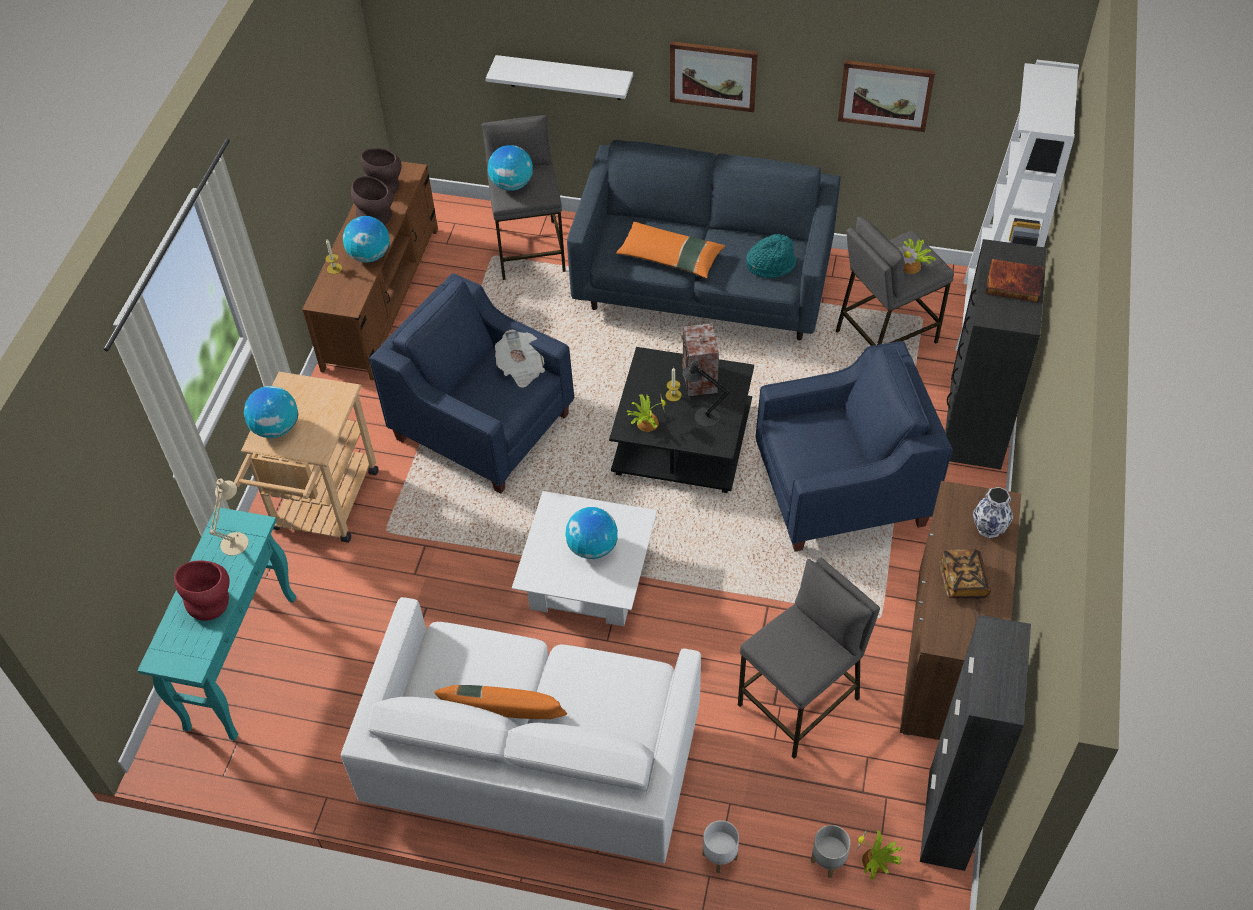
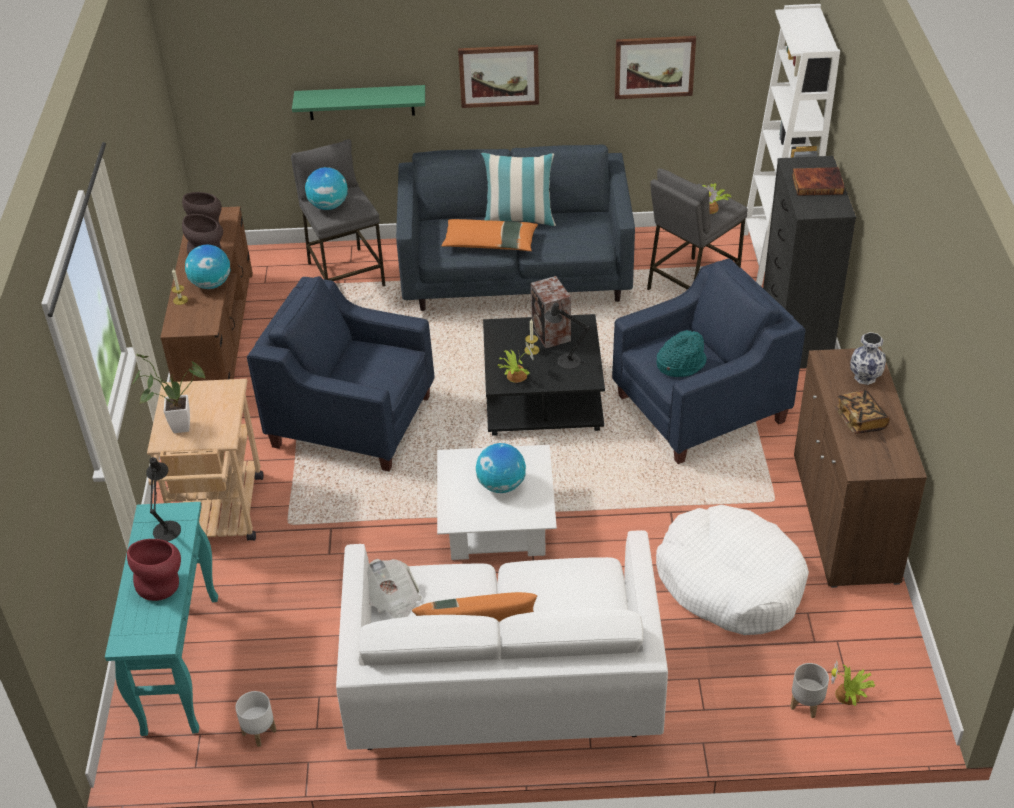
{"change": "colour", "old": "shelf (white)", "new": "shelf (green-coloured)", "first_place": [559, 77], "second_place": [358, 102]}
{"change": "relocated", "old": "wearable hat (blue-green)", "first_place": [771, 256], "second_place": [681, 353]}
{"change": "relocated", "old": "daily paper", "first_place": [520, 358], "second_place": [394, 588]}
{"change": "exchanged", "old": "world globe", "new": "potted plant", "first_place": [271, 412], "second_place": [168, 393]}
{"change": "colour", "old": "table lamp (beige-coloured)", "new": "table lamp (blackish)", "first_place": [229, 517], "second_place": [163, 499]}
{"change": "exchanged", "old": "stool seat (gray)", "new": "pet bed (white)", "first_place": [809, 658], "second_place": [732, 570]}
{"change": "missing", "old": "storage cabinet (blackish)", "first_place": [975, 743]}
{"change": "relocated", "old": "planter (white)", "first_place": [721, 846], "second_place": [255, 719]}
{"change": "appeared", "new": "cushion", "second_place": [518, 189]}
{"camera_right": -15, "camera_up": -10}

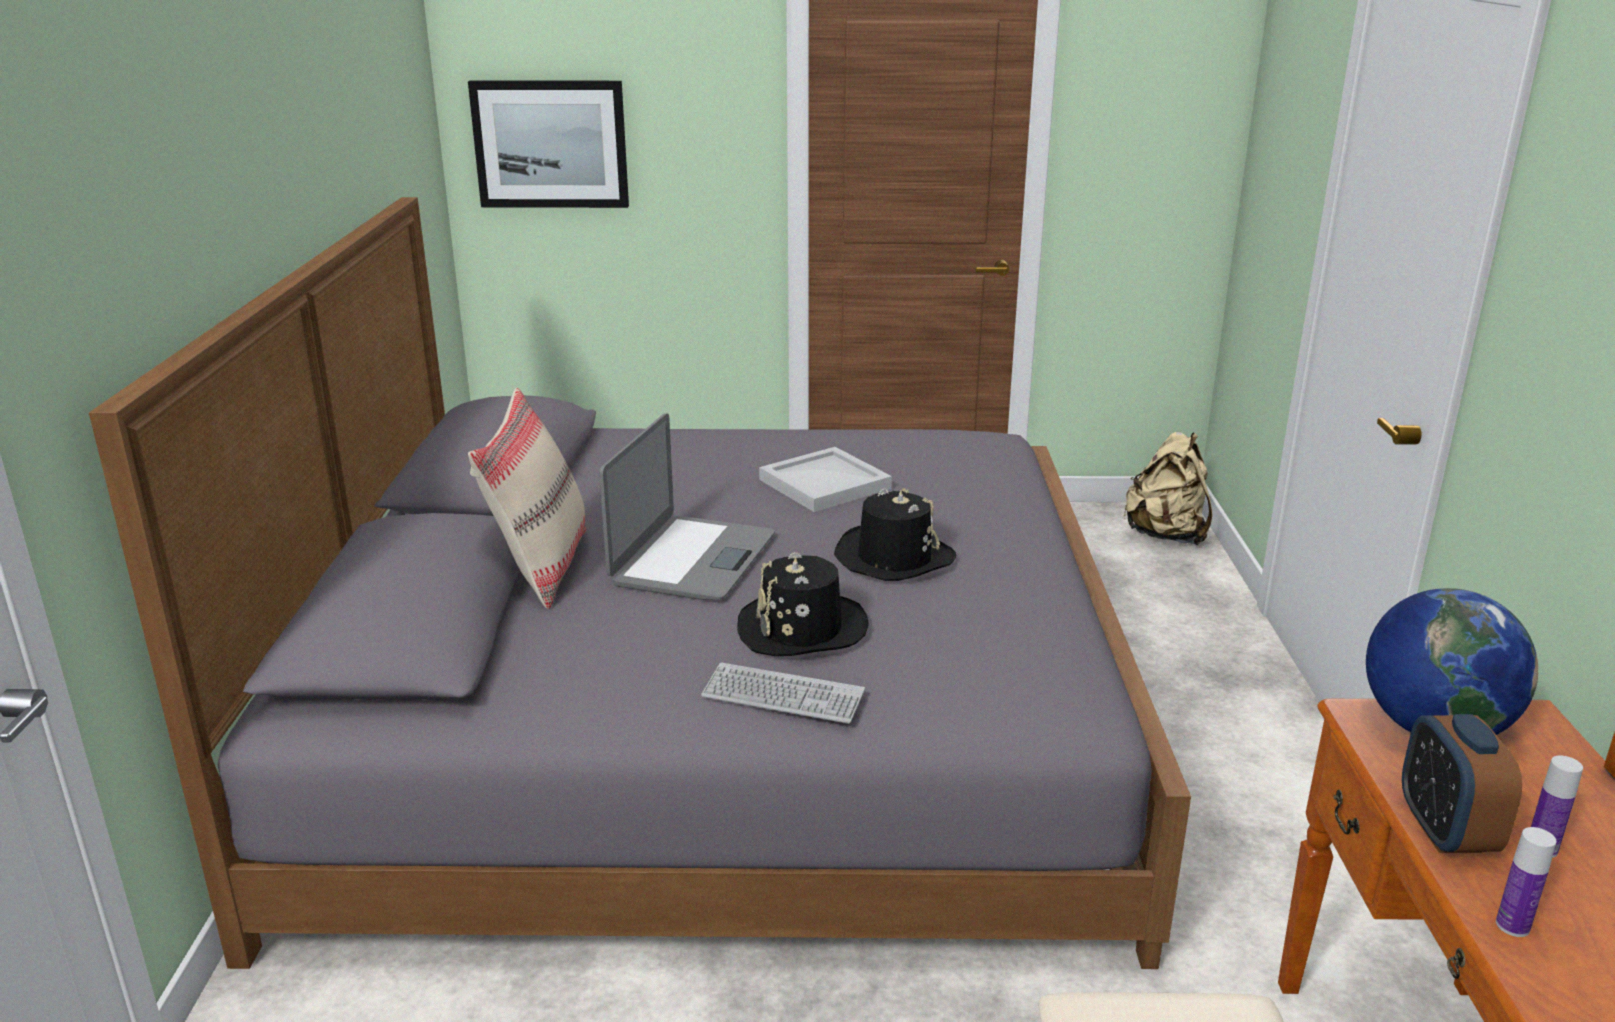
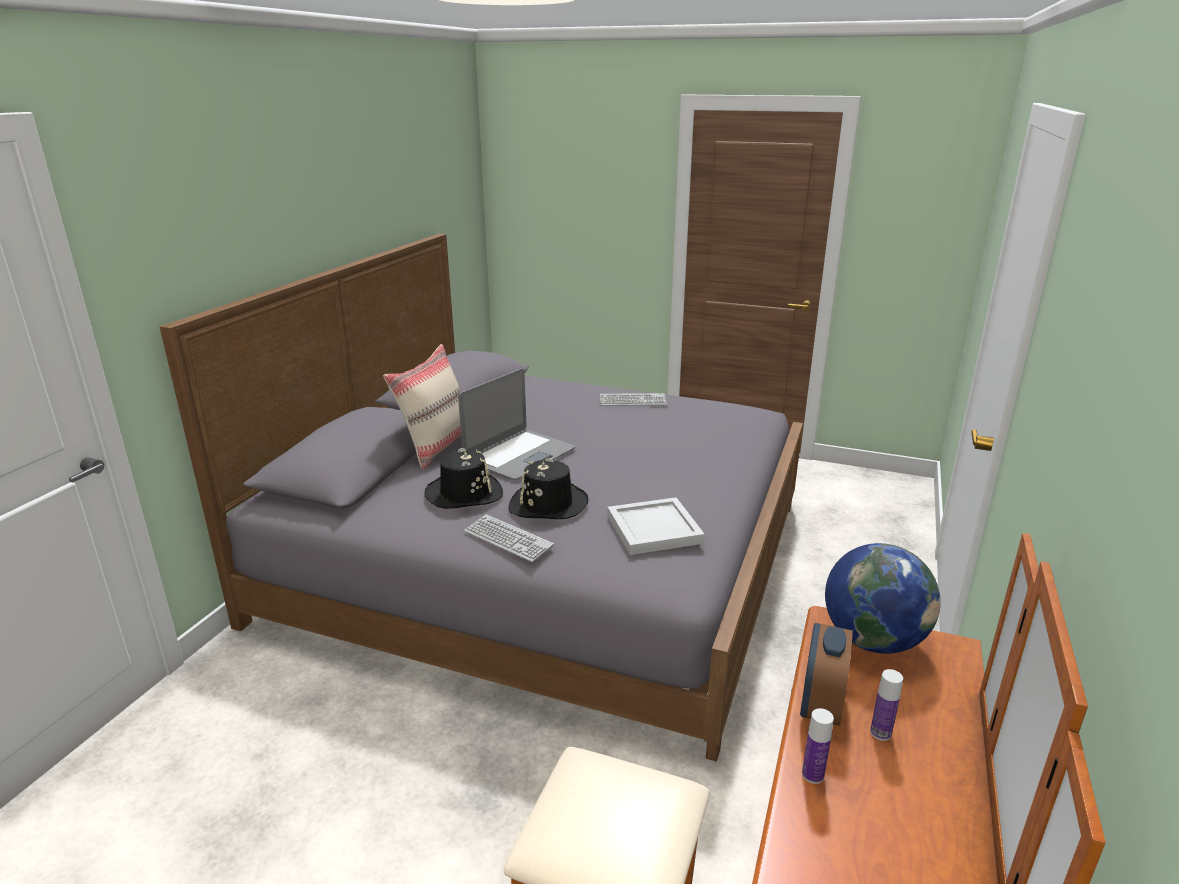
{"change": "missing", "old": "wall art", "first_place": [548, 144]}
{"change": "missing", "old": "knapsack (beige-coloured)", "first_place": [1167, 488]}
{"change": "relocated", "old": "carrying tray (white)", "first_place": [825, 479], "second_place": [656, 526]}
{"change": "relocated", "old": "wearable hat (blackish)", "first_place": [895, 534], "second_place": [464, 478]}
{"change": "appeared", "new": "computer keyboard", "second_place": [633, 399]}
{"camera_right": 20, "camera_up": 0}

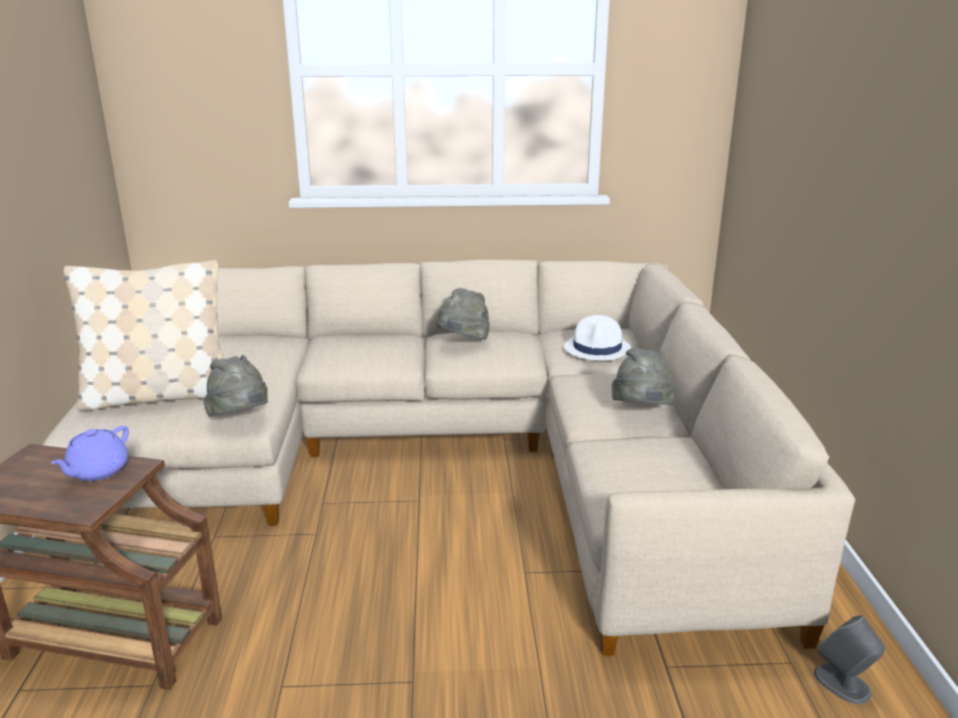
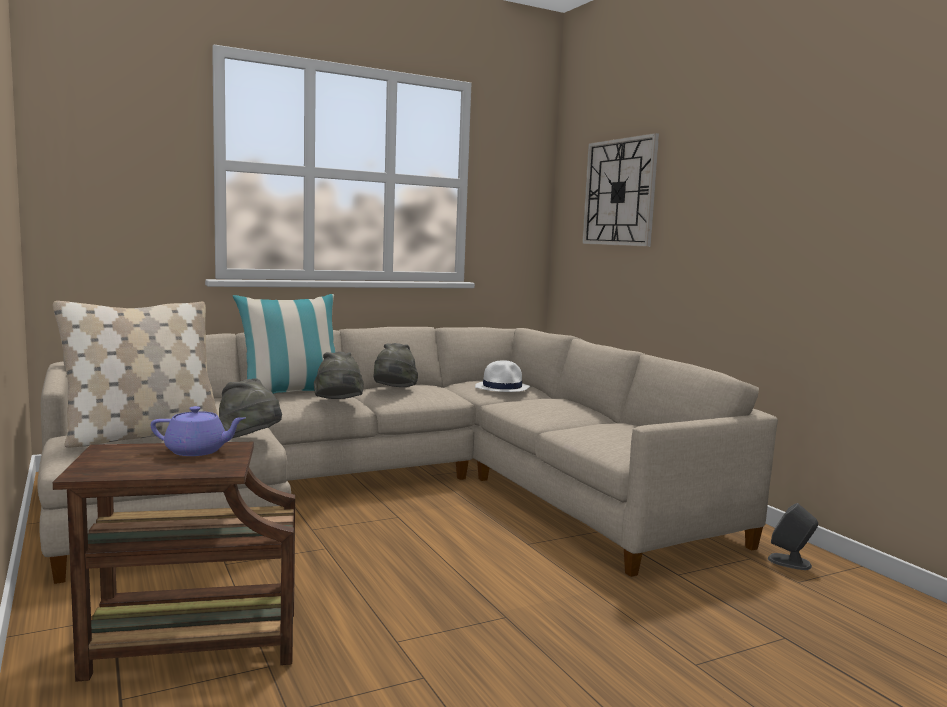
{"change": "relocated", "old": "wearable hat (gray)", "first_place": [643, 376], "second_place": [339, 375]}
{"change": "spun", "old": "pot for tea (purple)", "first_place": [90, 453], "second_place": [198, 431], "degrees": -90}
{"change": "appeared", "new": "clock on the wall", "second_place": [620, 190]}
{"change": "appeared", "new": "cushion", "second_place": [284, 344]}
{"camera_right": -25, "camera_up": -15}

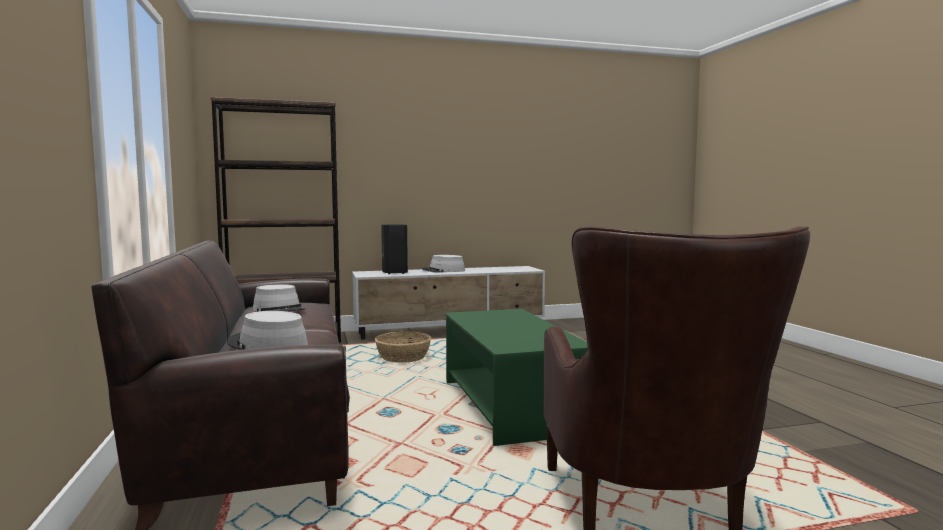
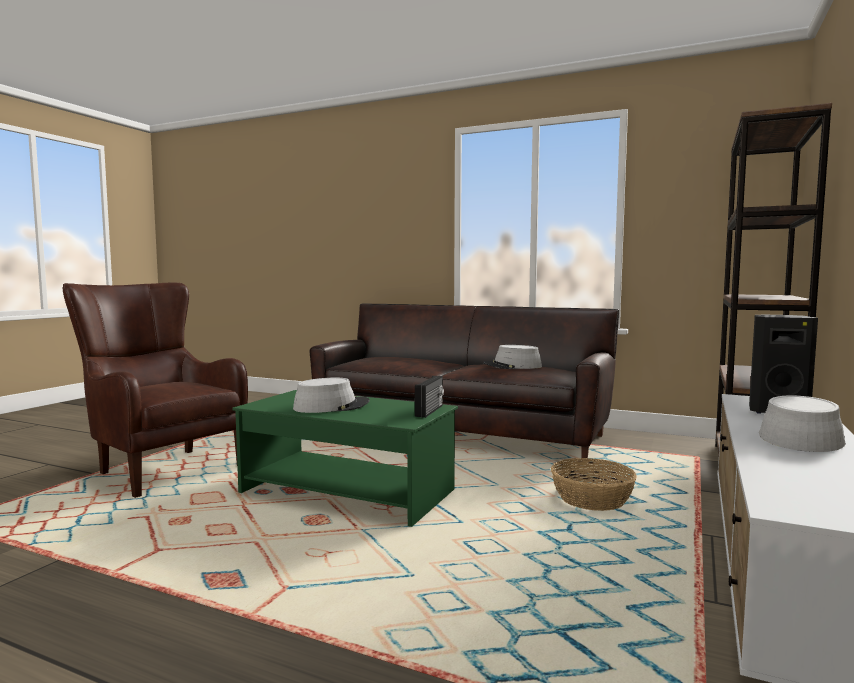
{"change": "relocated", "old": "wearable hat (gray)", "first_place": [267, 330], "second_place": [331, 395]}
{"change": "appeared", "new": "radio receiver", "second_place": [429, 397]}
{"camera_right": 130, "camera_up": 0}

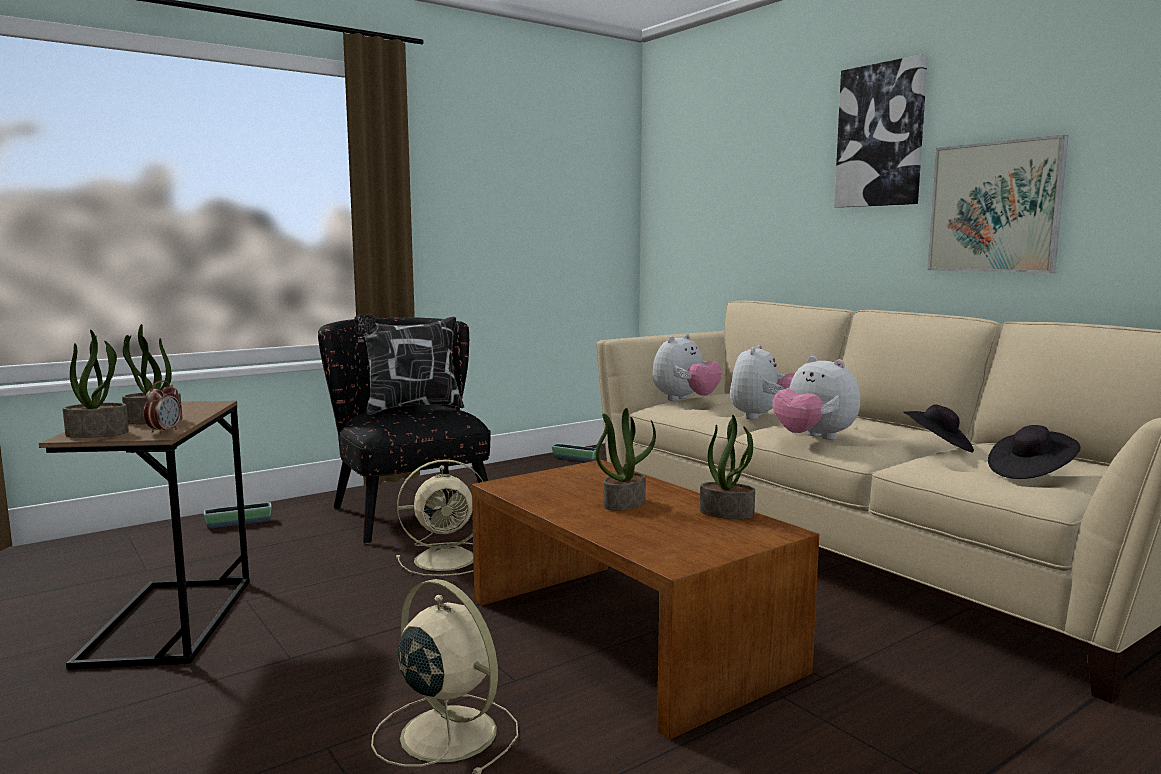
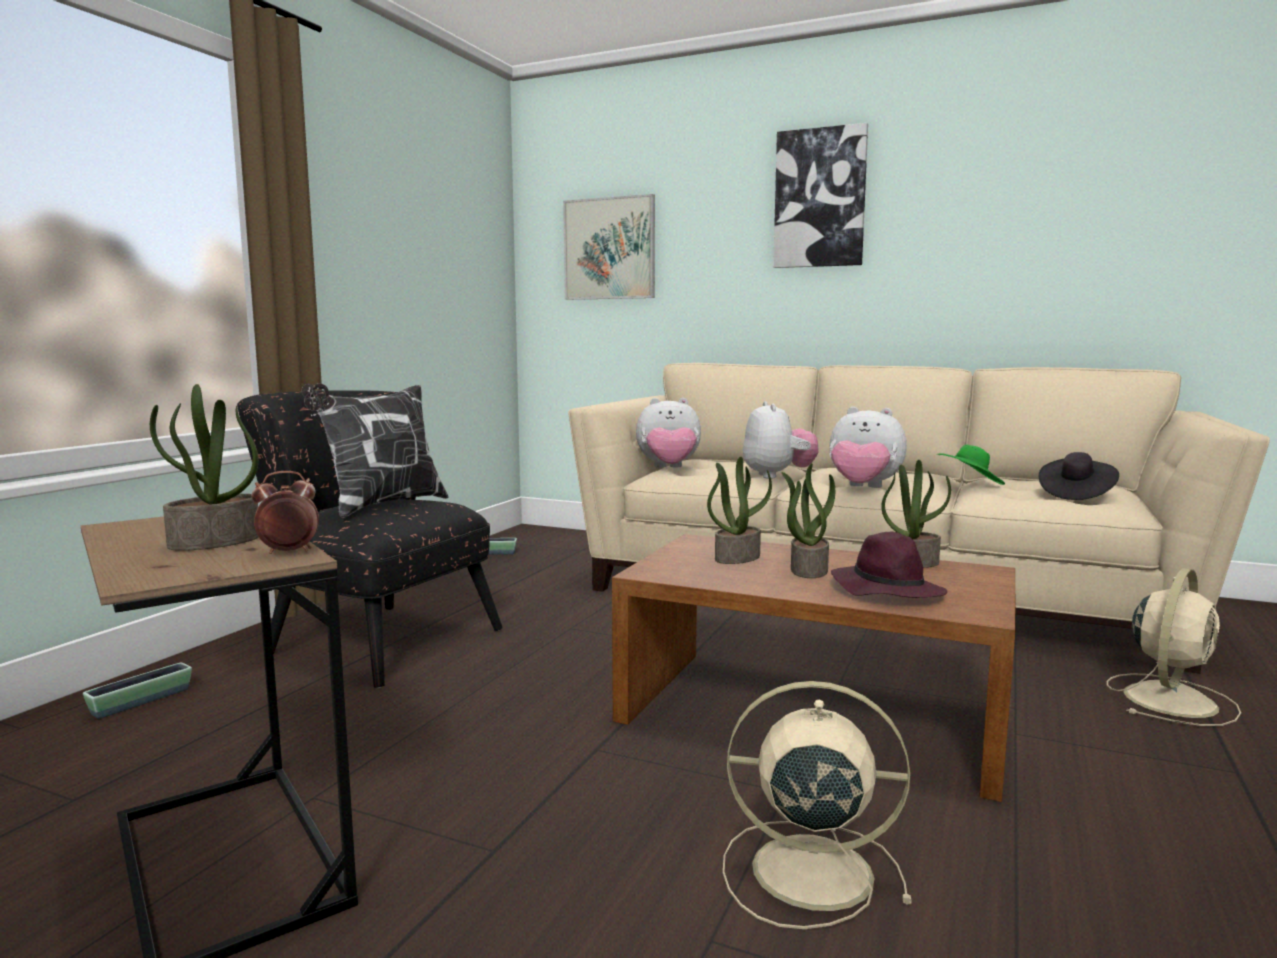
{"change": "relocated", "old": "wall art", "first_place": [997, 204], "second_place": [609, 247]}
{"change": "relocated", "old": "potted plant", "first_place": [96, 384], "second_place": [739, 510]}
{"change": "spun", "old": "cuddly toy", "first_place": [687, 367], "second_place": [668, 433], "degrees": 75}
{"change": "spun", "old": "table clock", "first_place": [162, 407], "second_place": [285, 512], "degrees": -90}
{"change": "colour", "old": "wearable hat (blackish)", "new": "wearable hat (green-coloured)", "first_place": [938, 428], "second_place": [971, 465]}
{"change": "relocated", "old": "cooling fan (beige-coloured)", "first_place": [439, 517], "second_place": [1174, 647]}
{"change": "appeared", "new": "wearable hat (purple)", "second_place": [889, 565]}
{"camera_right": -30, "camera_up": 0}

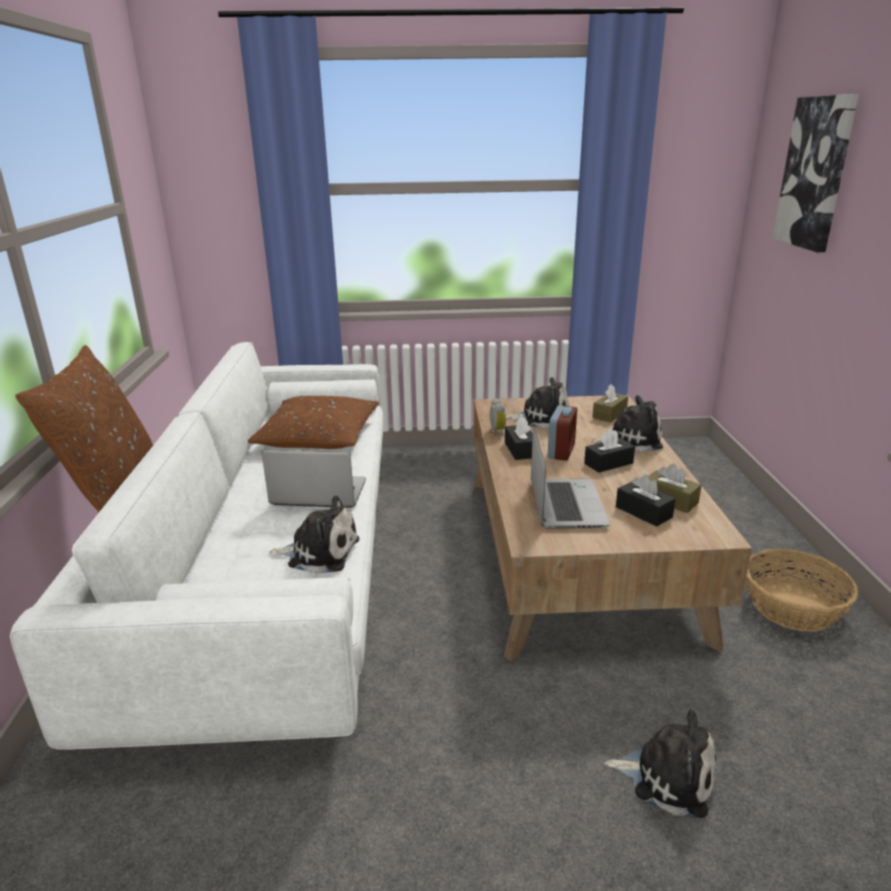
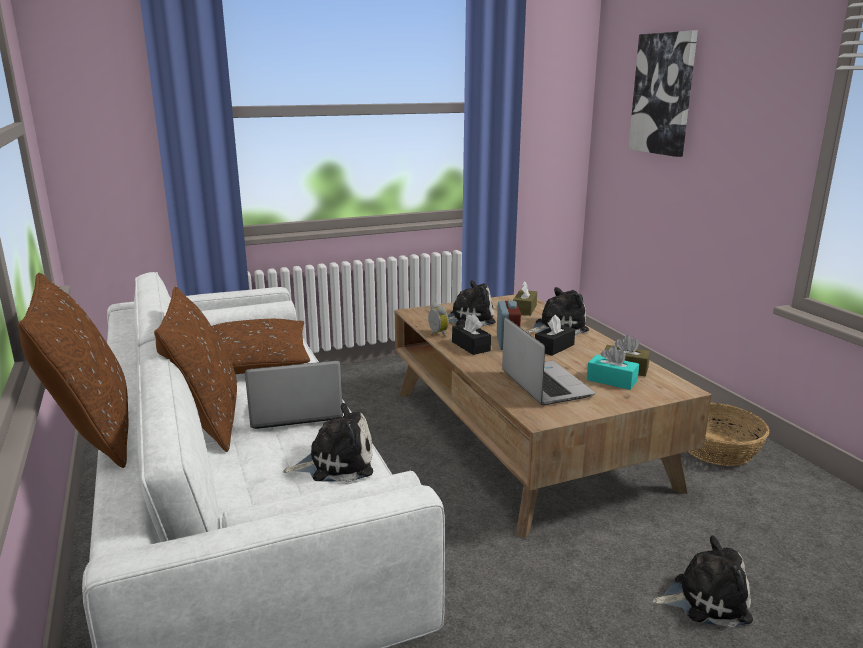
{"change": "colour", "old": "tissue box (blackish)", "new": "tissue box (blue-green)", "first_place": [645, 500], "second_place": [613, 368]}
{"change": "appeared", "new": "cushion (brown)", "second_place": [195, 369]}
{"camera_right": -20, "camera_up": -5}

